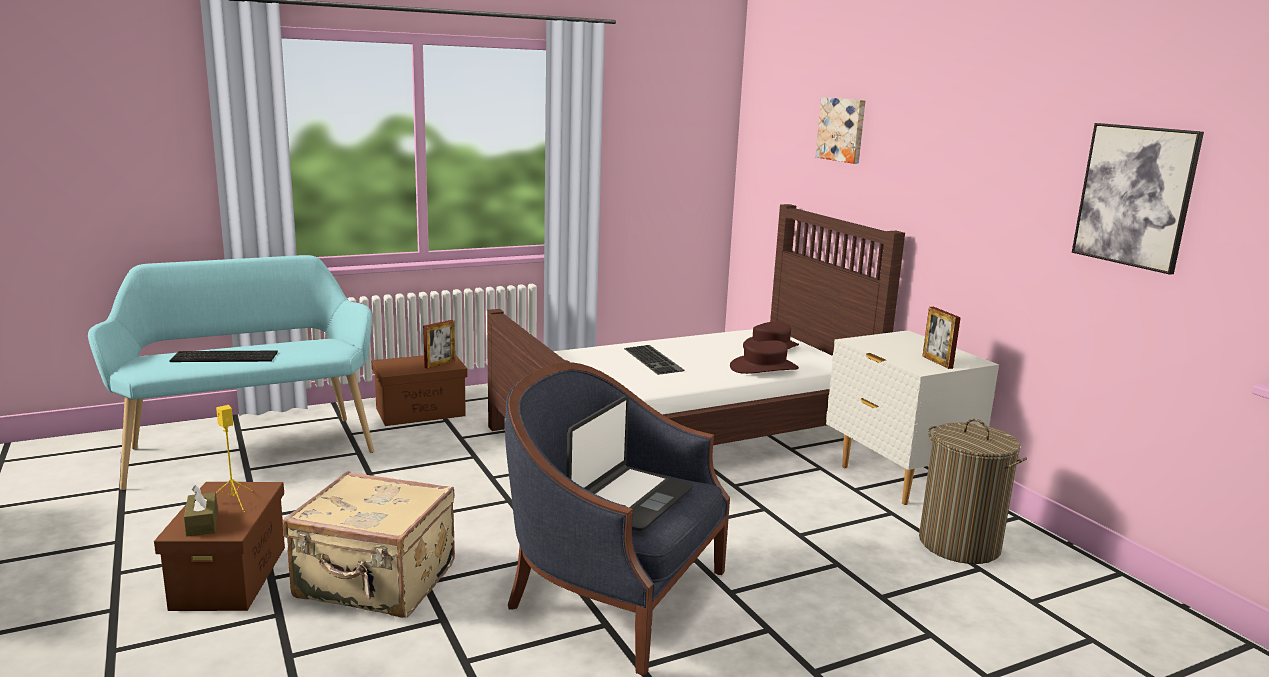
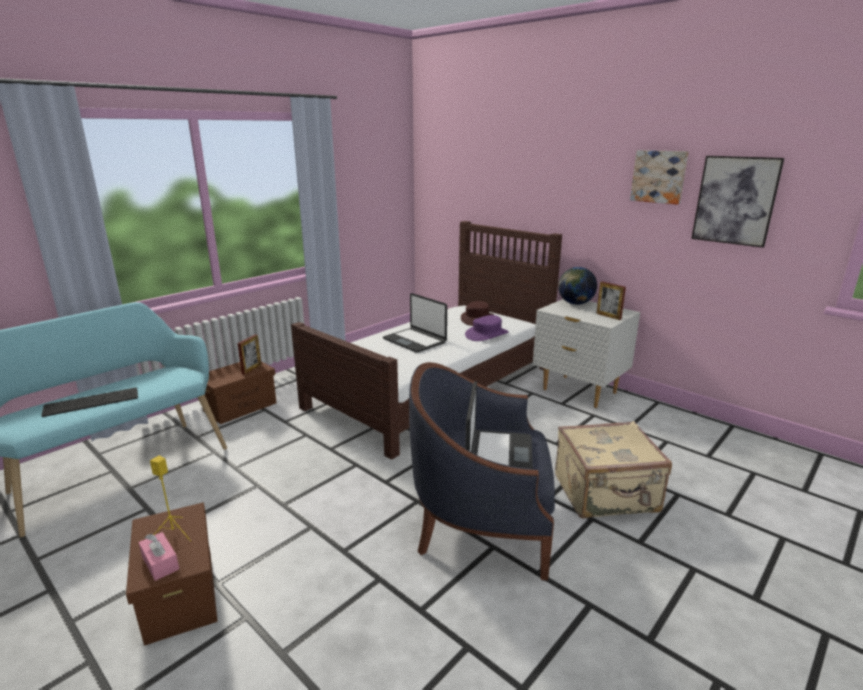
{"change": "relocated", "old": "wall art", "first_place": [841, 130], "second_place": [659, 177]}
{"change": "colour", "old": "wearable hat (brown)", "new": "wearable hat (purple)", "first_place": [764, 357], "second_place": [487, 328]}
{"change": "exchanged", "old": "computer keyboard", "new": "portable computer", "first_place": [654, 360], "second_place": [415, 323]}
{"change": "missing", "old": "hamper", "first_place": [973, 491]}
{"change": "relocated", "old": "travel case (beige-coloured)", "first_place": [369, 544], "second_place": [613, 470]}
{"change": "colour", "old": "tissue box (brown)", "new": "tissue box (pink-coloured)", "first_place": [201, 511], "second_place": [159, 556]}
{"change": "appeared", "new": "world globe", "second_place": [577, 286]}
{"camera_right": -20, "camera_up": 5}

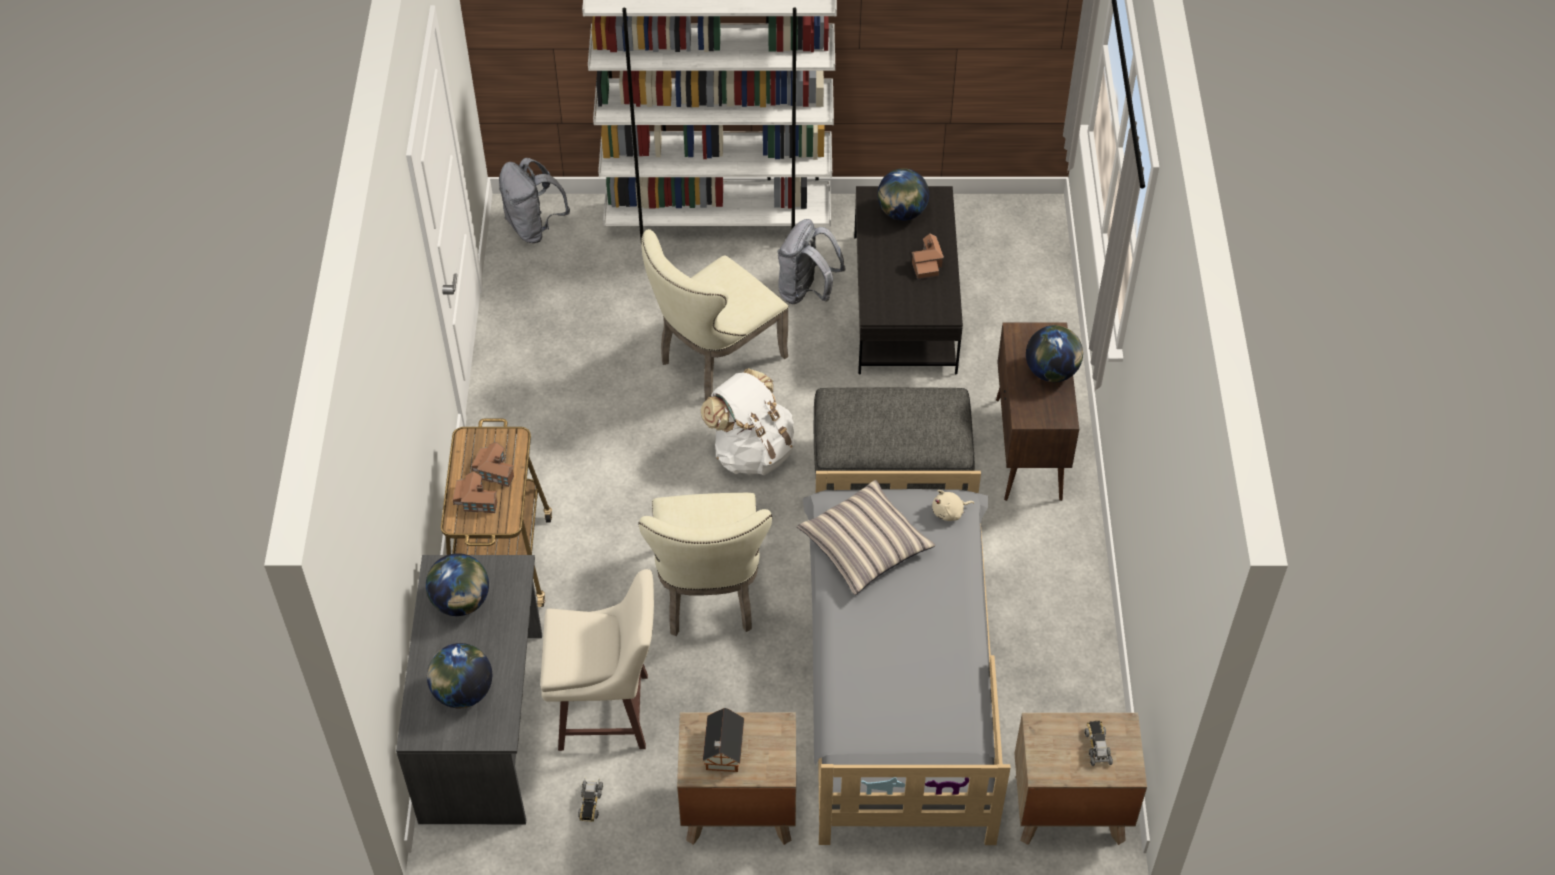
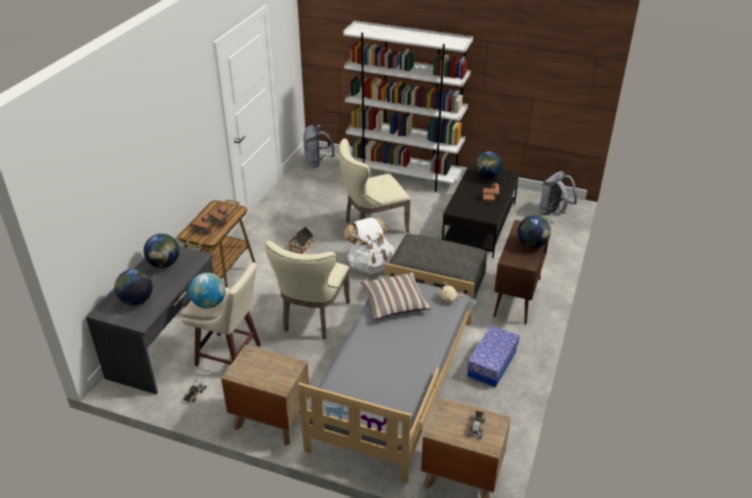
{"change": "relocated", "old": "knapsack (gray)", "first_place": [812, 261], "second_place": [558, 193]}
{"change": "relocated", "old": "model house", "first_place": [723, 740], "second_place": [301, 240]}
{"change": "appeared", "new": "world globe", "second_place": [207, 291]}
{"change": "appeared", "new": "storage bin", "second_place": [493, 356]}
{"camera_right": 20, "camera_up": -15}

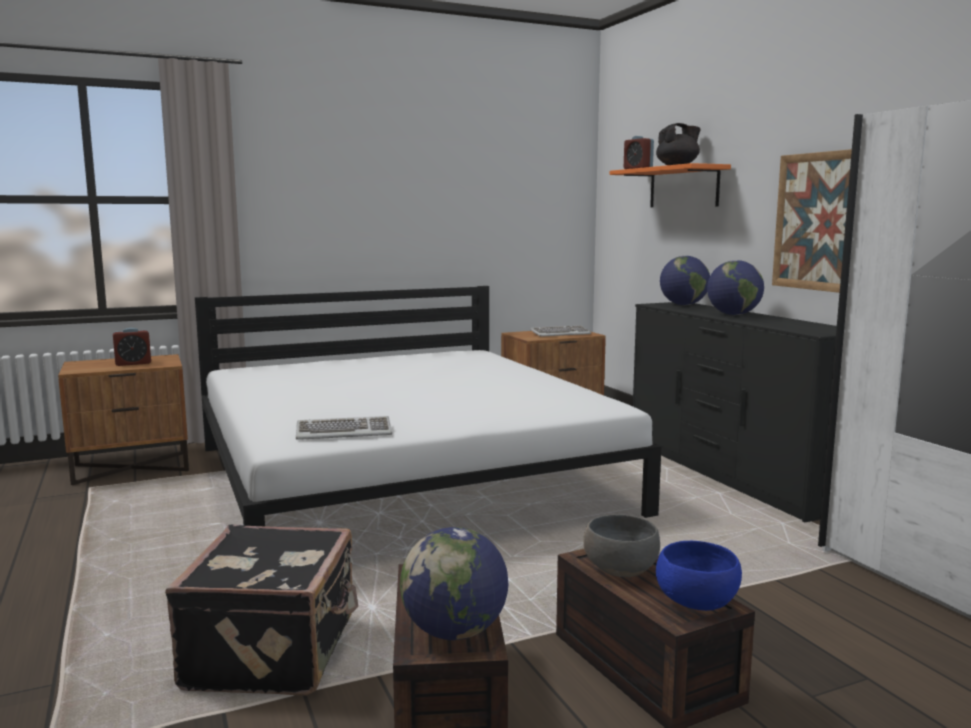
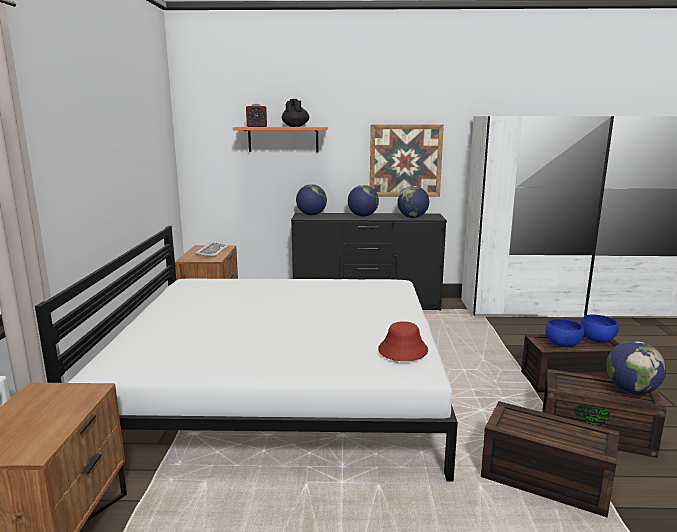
{"change": "missing", "old": "table clock", "first_place": [132, 347]}
{"change": "exchanged", "old": "computer keyboard", "new": "wearable hat (red)", "first_place": [344, 428], "second_place": [403, 341]}
{"change": "colour", "old": "deep dish (gray)", "new": "deep dish (bluish)", "first_place": [621, 545], "second_place": [564, 333]}
{"change": "exchanged", "old": "travel case (blackish)", "new": "storage bin (brown)", "first_place": [261, 610], "second_place": [550, 459]}
{"change": "appeared", "new": "world globe", "second_place": [413, 202]}
{"camera_right": -65, "camera_up": 5}

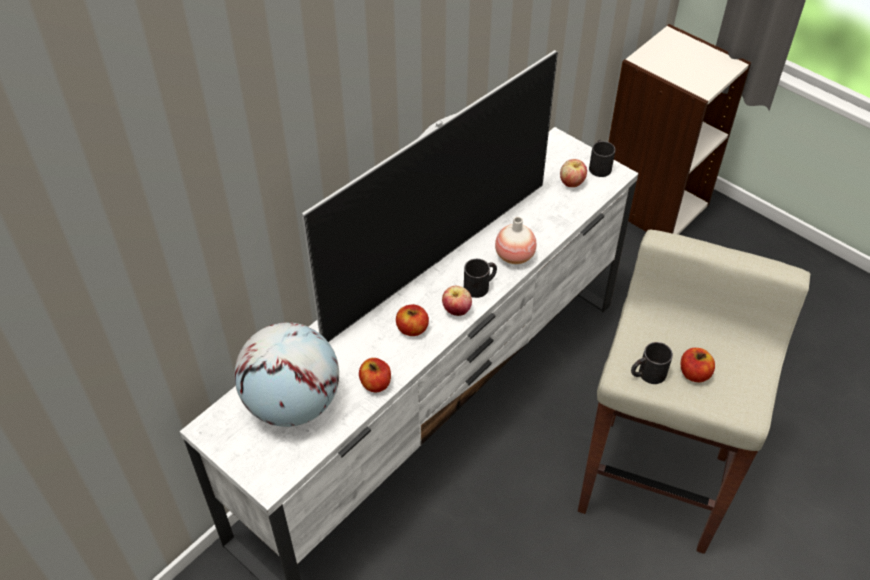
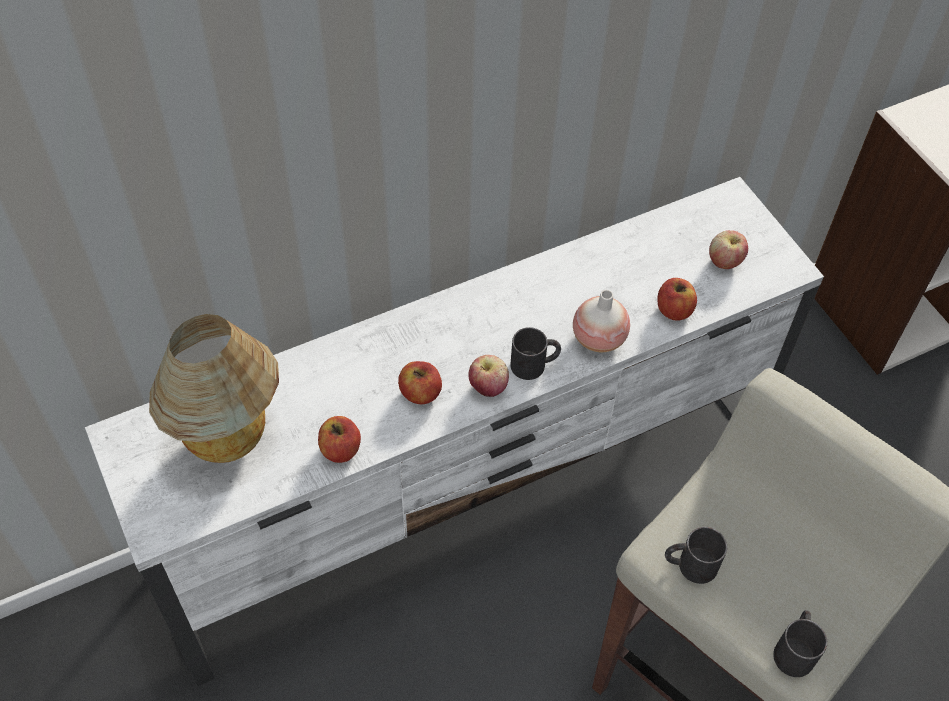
{"change": "missing", "old": "TV", "first_place": [430, 196]}
{"change": "relocated", "old": "tea mug (blackish)", "first_place": [602, 158], "second_place": [800, 643]}
{"change": "exchanged", "old": "world globe", "new": "table lamp", "first_place": [287, 374], "second_place": [214, 388]}
{"change": "relocated", "old": "apple", "first_place": [698, 365], "second_place": [677, 299]}
{"camera_right": 20, "camera_up": 5}

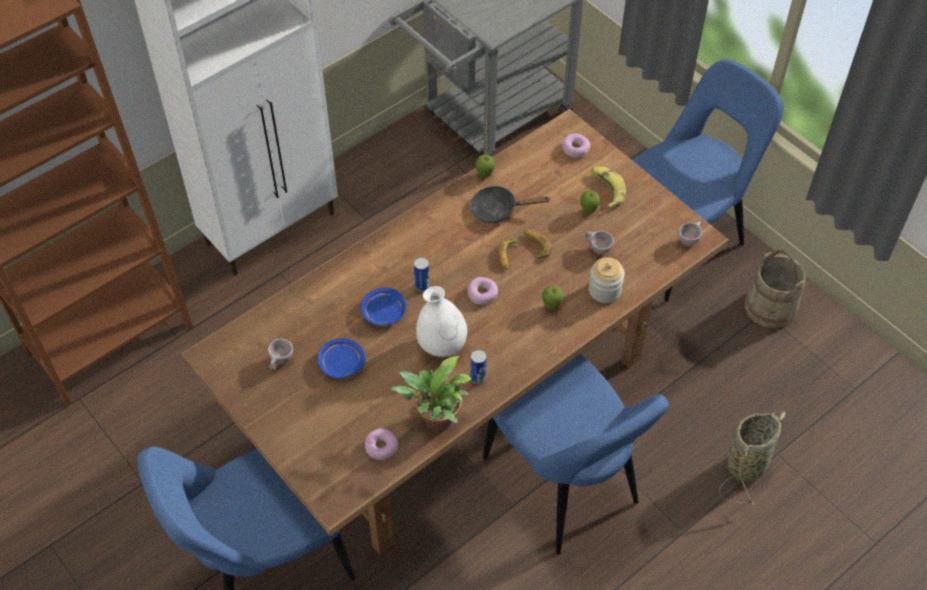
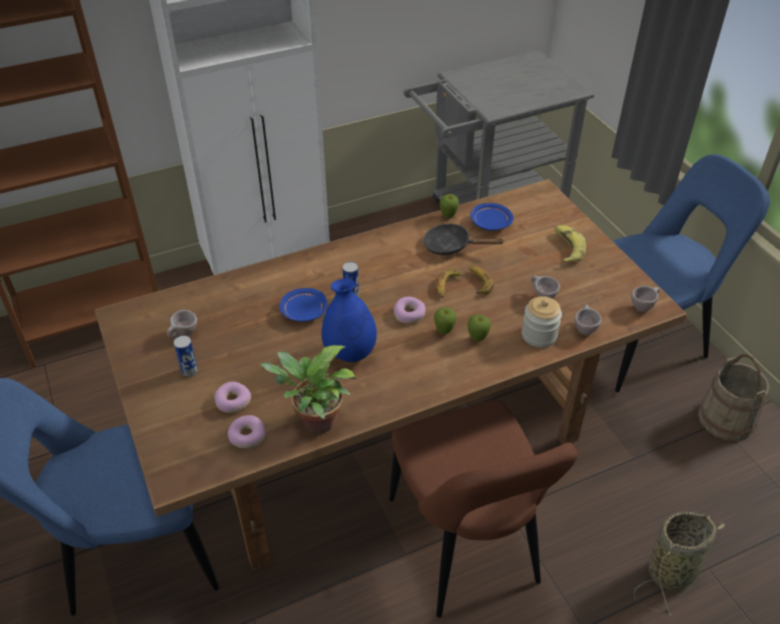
{"change": "relocated", "old": "doughnut", "first_place": [576, 146], "second_place": [232, 397]}
{"change": "relocated", "old": "apple", "first_place": [590, 202], "second_place": [445, 321]}
{"change": "colour", "old": "decorative vase (white)", "new": "decorative vase (bluish)", "first_place": [441, 321], "second_place": [349, 320]}
{"change": "relocated", "old": "flat dish (bluish)", "first_place": [341, 358], "second_place": [491, 216]}
{"change": "relocated", "old": "metal can", "first_place": [478, 367], "second_place": [186, 356]}
{"change": "colour", "old": "upright chair (bluish)", "new": "upright chair (brown)", "first_place": [576, 454], "second_place": [483, 509]}
{"change": "appeared", "new": "small cup (beige-coloured)", "second_place": [588, 319]}
{"camera_right": 15, "camera_up": -10}

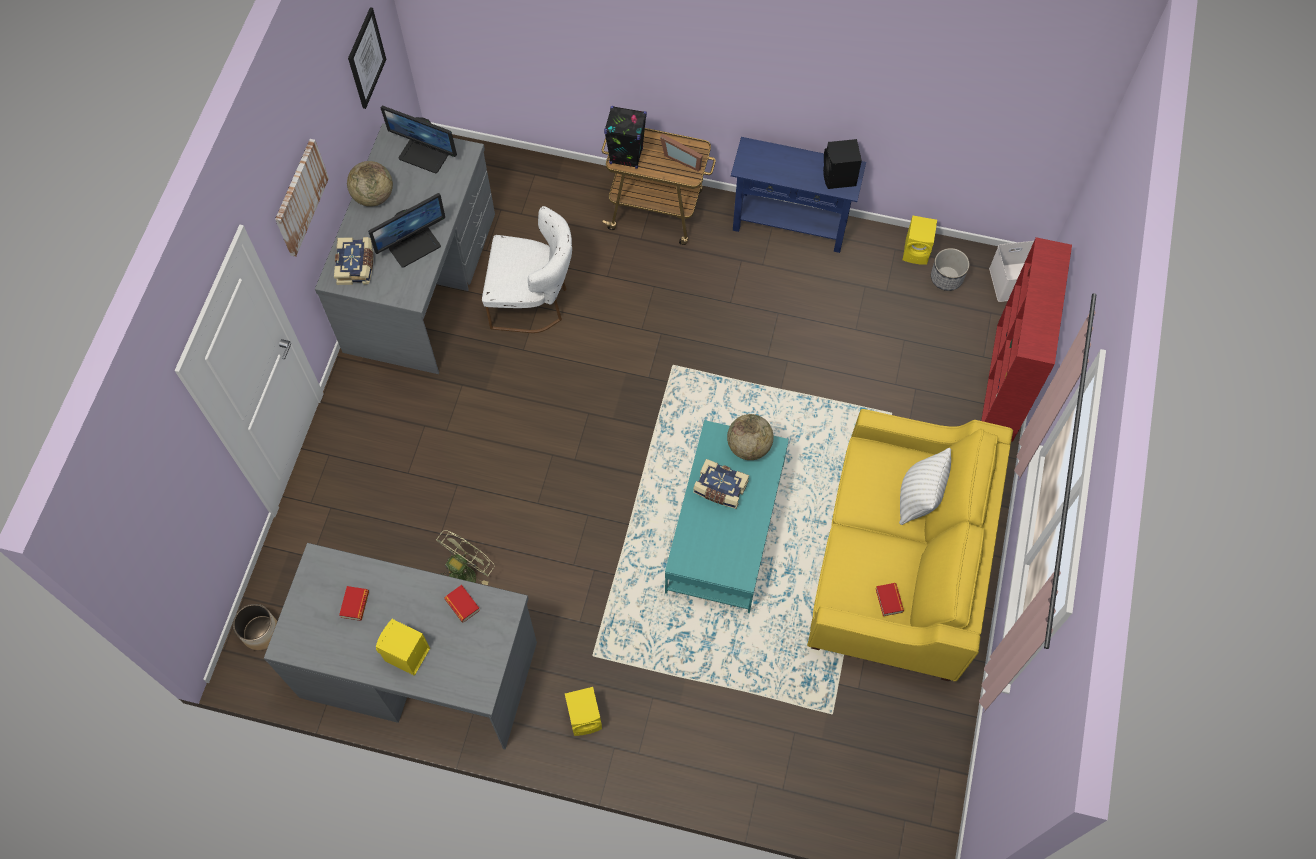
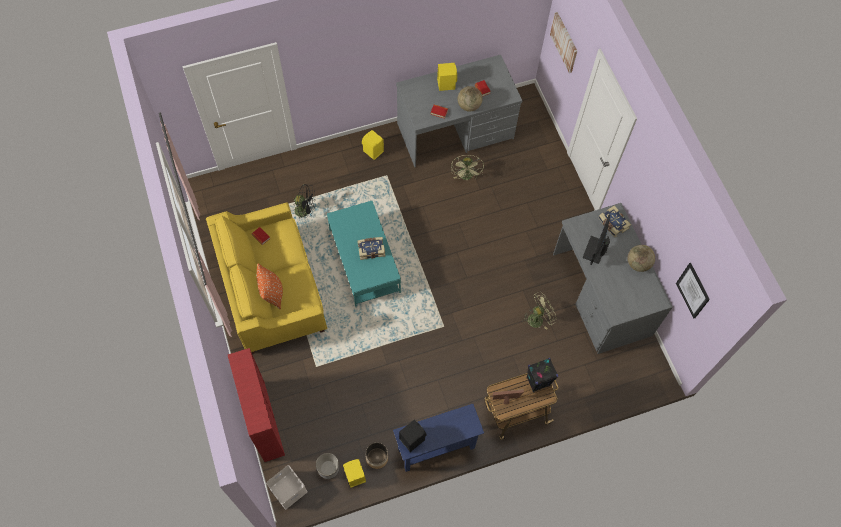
{"change": "missing", "old": "computer display", "first_place": [419, 139]}
{"change": "relocated", "old": "wall art", "first_place": [302, 198], "second_place": [564, 42]}
{"change": "exchanged", "old": "upright chair (white)", "new": "cooling fan (green-coloured)", "first_place": [527, 269], "second_place": [539, 311]}
{"change": "relocated", "old": "world globe", "first_place": [750, 437], "second_place": [469, 99]}
{"change": "colour", "old": "cushion (white)", "new": "cushion (orangey)", "first_place": [925, 486], "second_place": [270, 286]}
{"change": "relocated", "old": "planter", "first_place": [255, 627], "second_place": [376, 455]}
{"change": "appeared", "new": "cooling fan (blackish)", "second_place": [304, 201]}
{"camera_right": 145, "camera_up": 0}

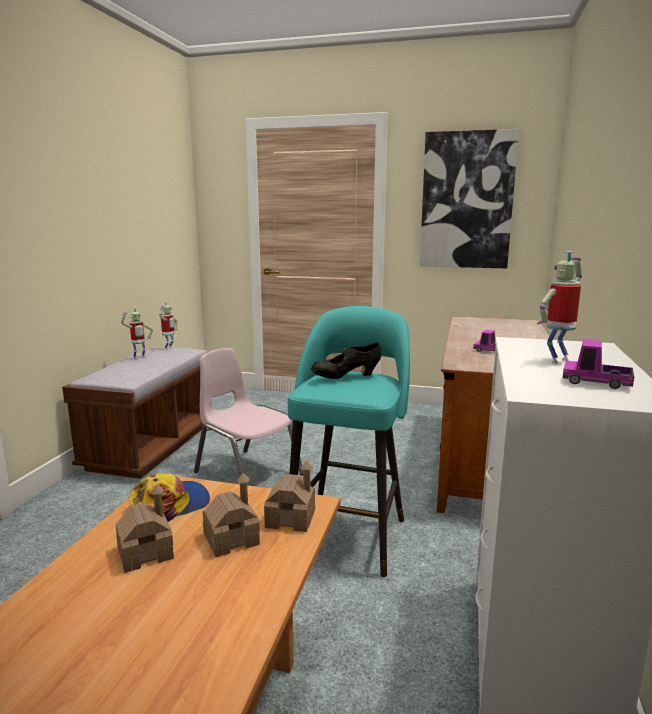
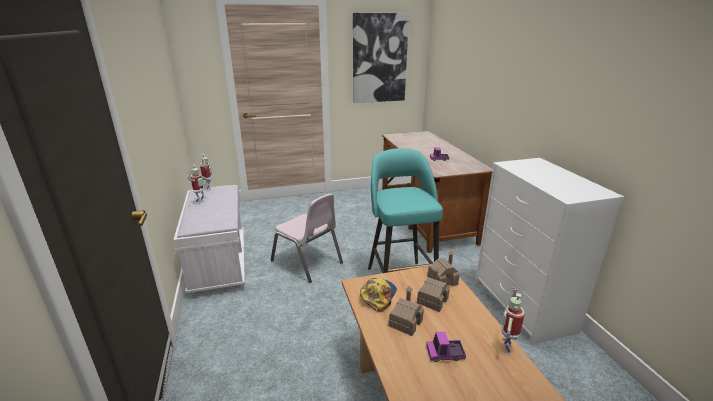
{"change": "relocated", "old": "toy robot", "first_place": [559, 307], "second_place": [513, 321]}
{"change": "relocated", "old": "toy truck", "first_place": [598, 364], "second_place": [446, 347]}
{"change": "missing", "old": "item of footwear (blackish)", "first_place": [346, 360]}
{"change": "colour", "old": "bench (brown)", "new": "bench (white)", "first_place": [135, 413], "second_place": [209, 240]}
{"change": "spun", "old": "upright chair (pink-coloured)", "first_place": [248, 412], "second_place": [306, 238], "degrees": -150}
{"camera_right": -30, "camera_up": 10}

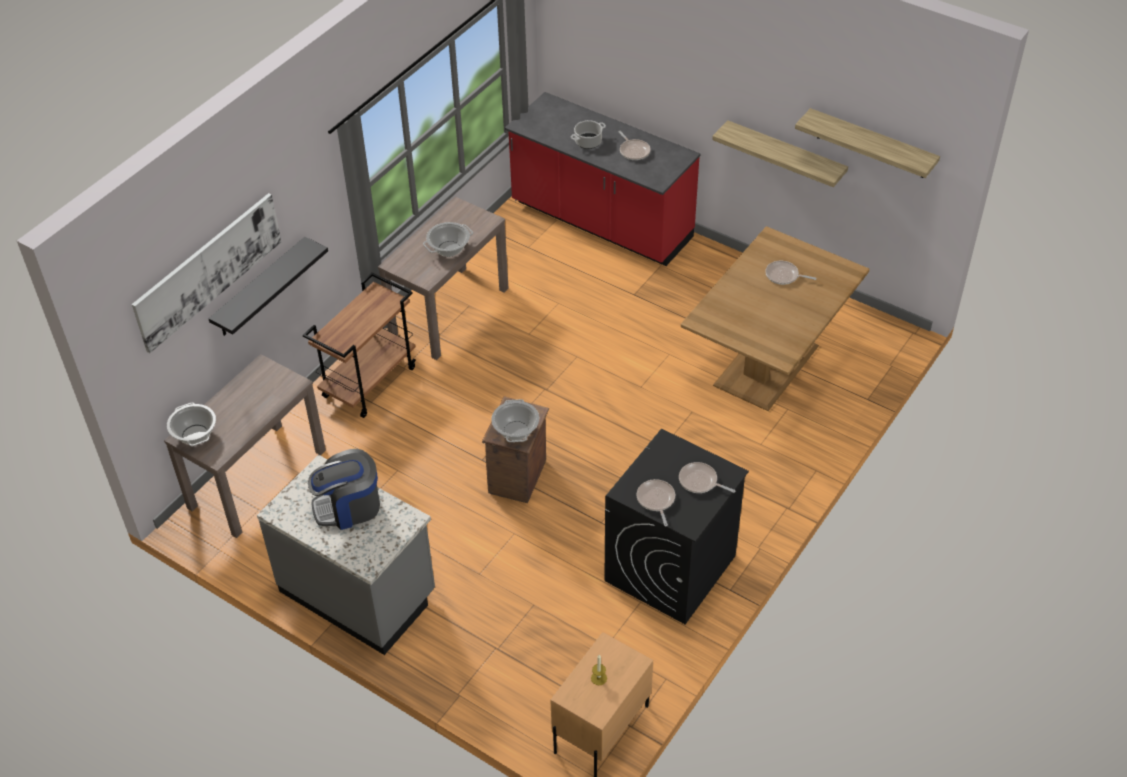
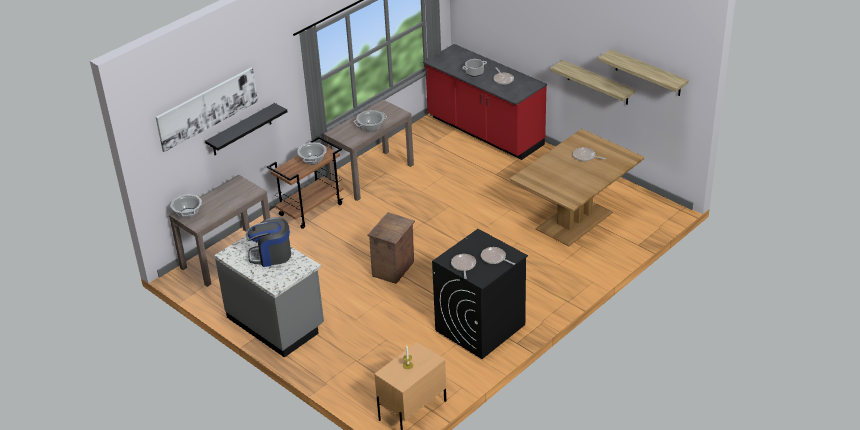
{"change": "relocated", "old": "saucepot", "first_place": [515, 420], "second_place": [312, 154]}
{"camera_right": 10, "camera_up": -10}

